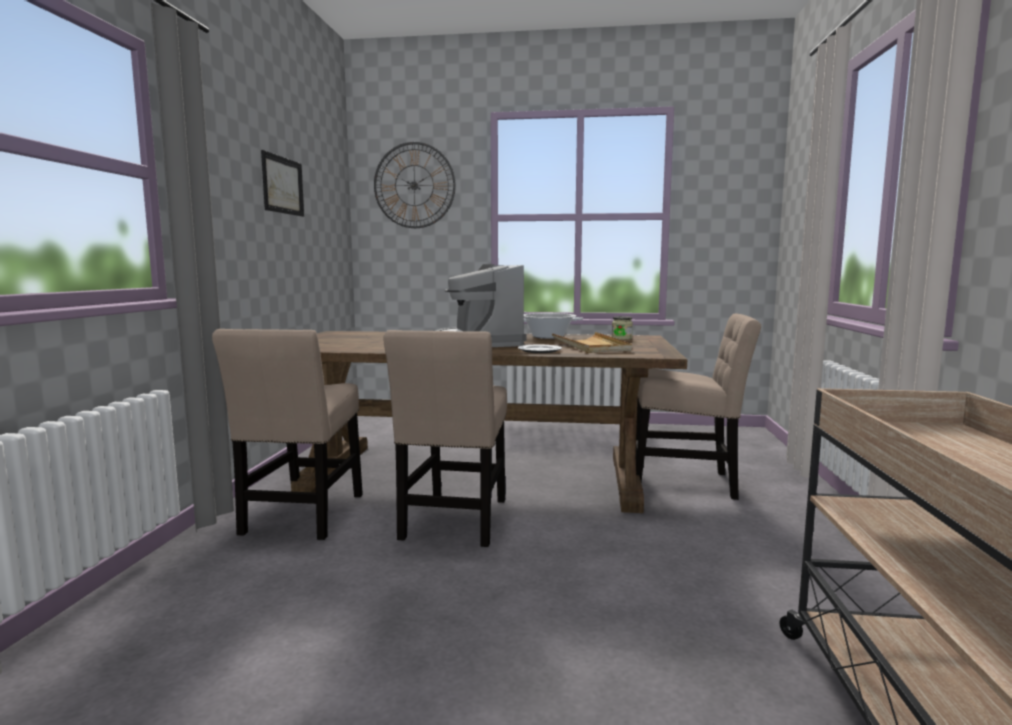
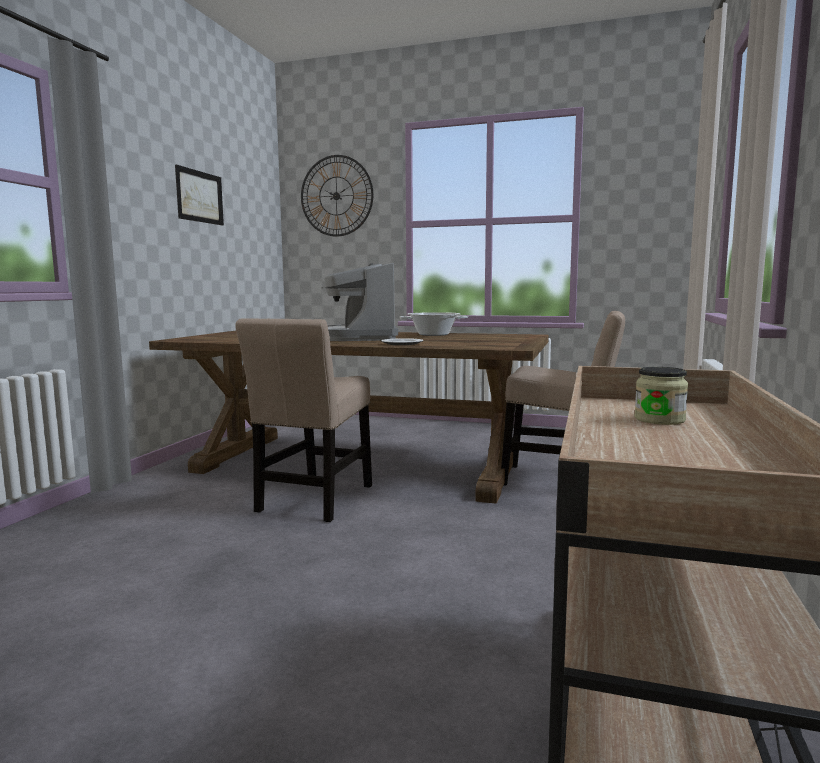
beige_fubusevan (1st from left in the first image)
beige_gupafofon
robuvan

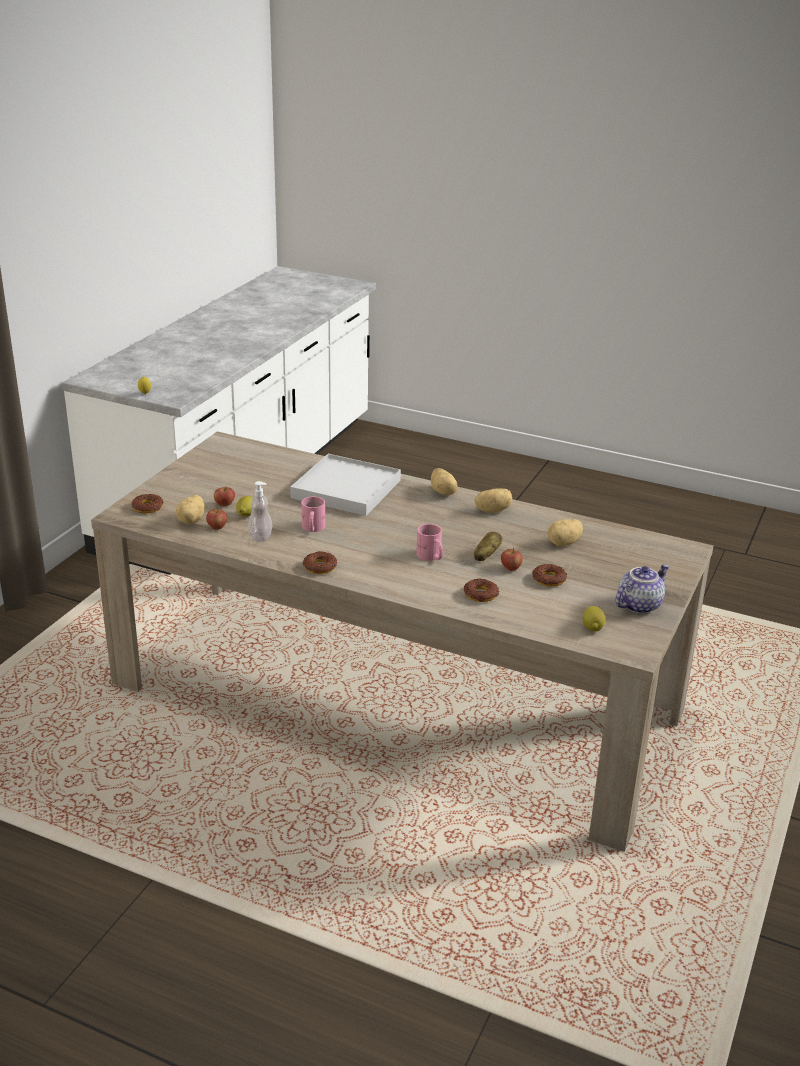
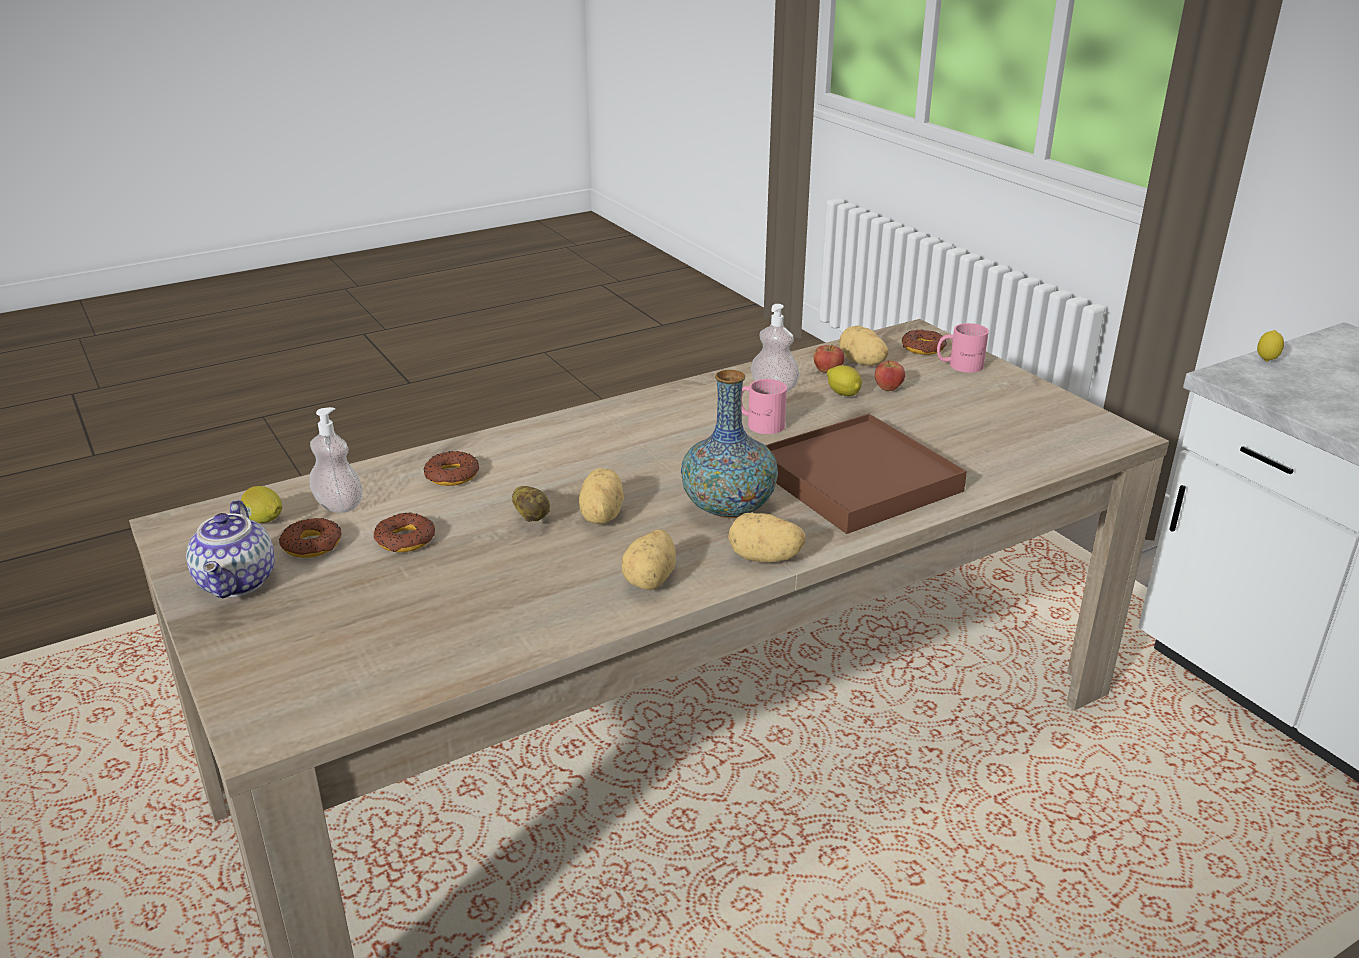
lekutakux (3rd from left in the first image)
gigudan (1st from left)
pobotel
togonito (1st from left)
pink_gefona (2nd from left)
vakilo (2nd from left)
brown_gupafofon

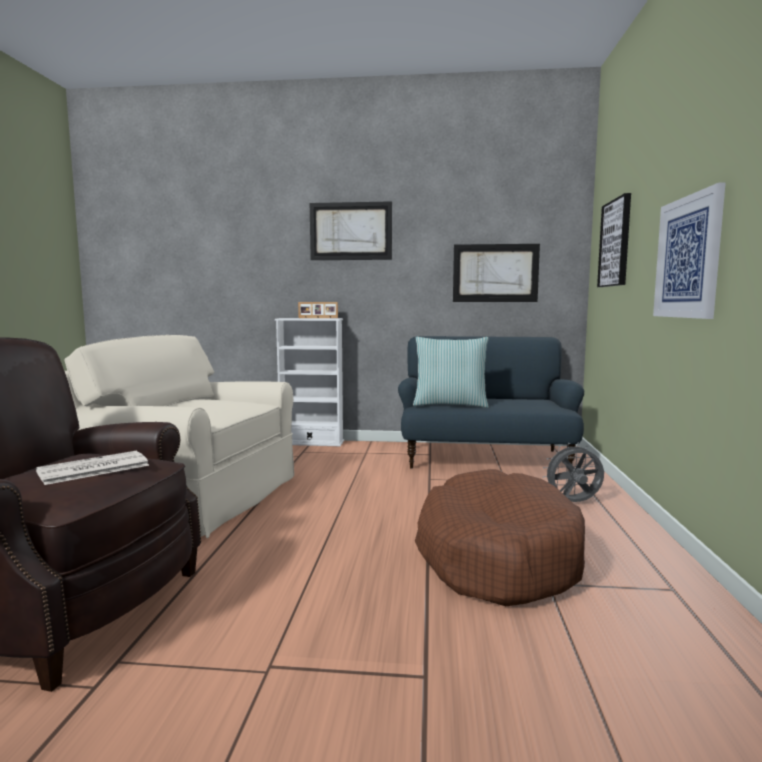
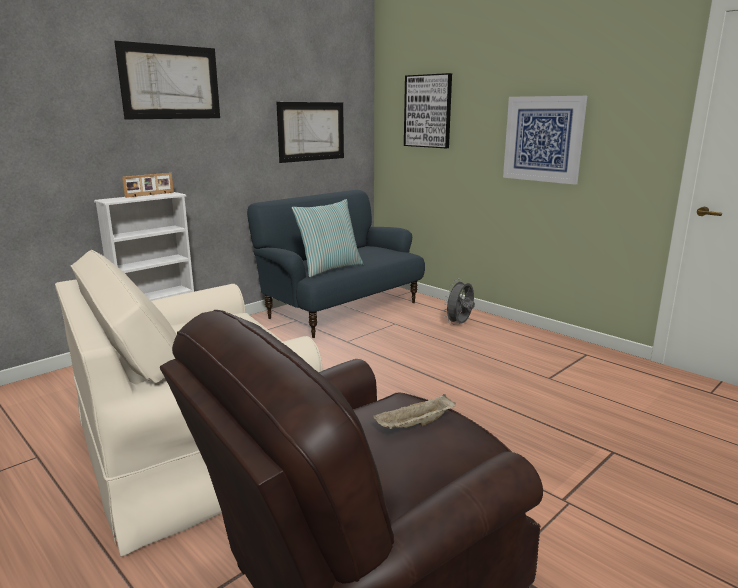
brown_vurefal
beige_gupafofon

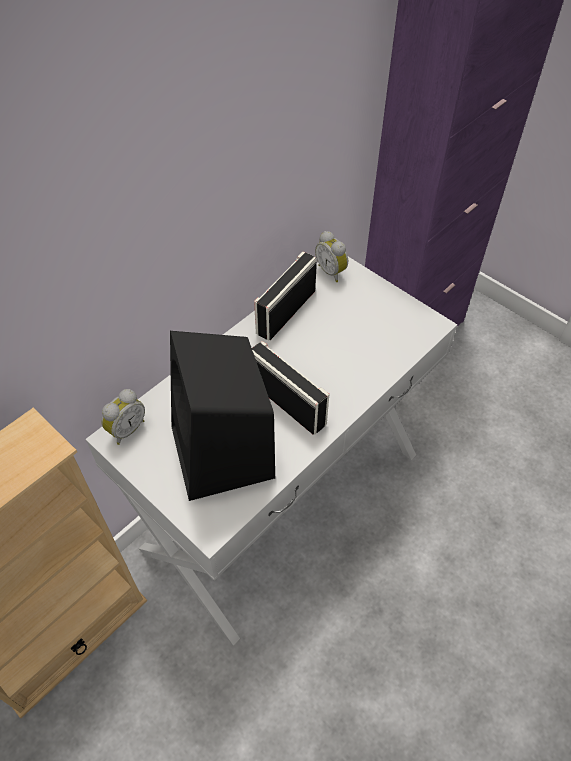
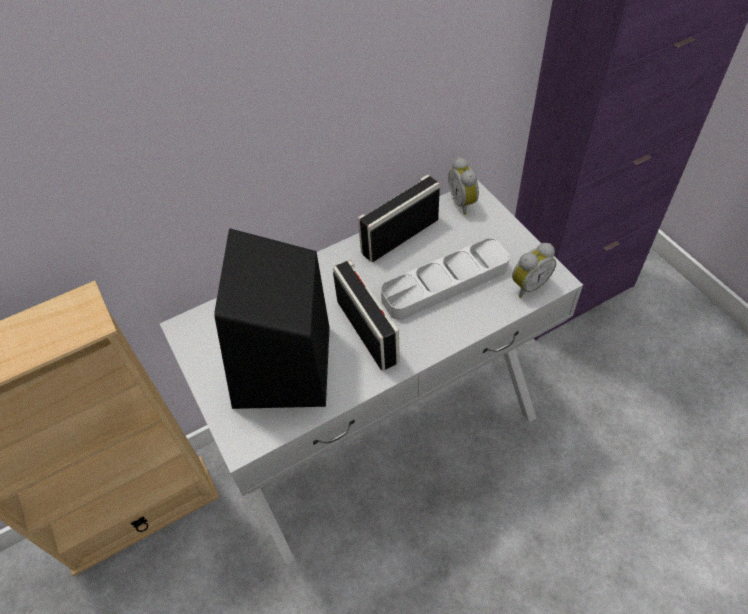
grey_gupafofon
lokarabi (2nd from left)

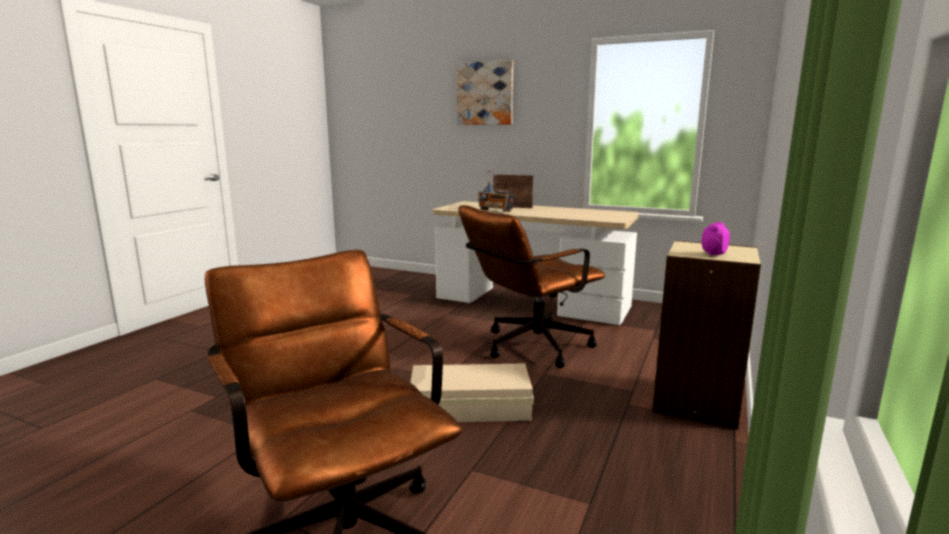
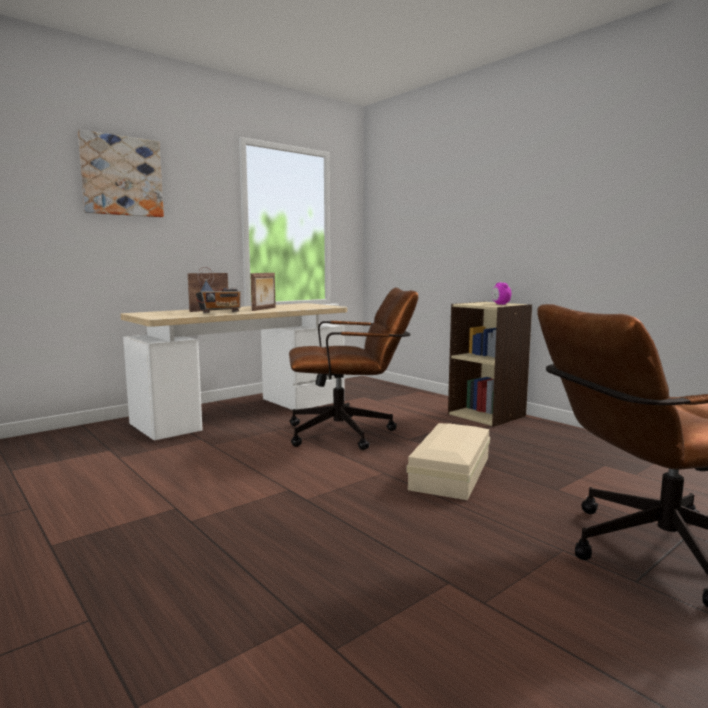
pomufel (2nd from left)
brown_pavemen (1st from left)

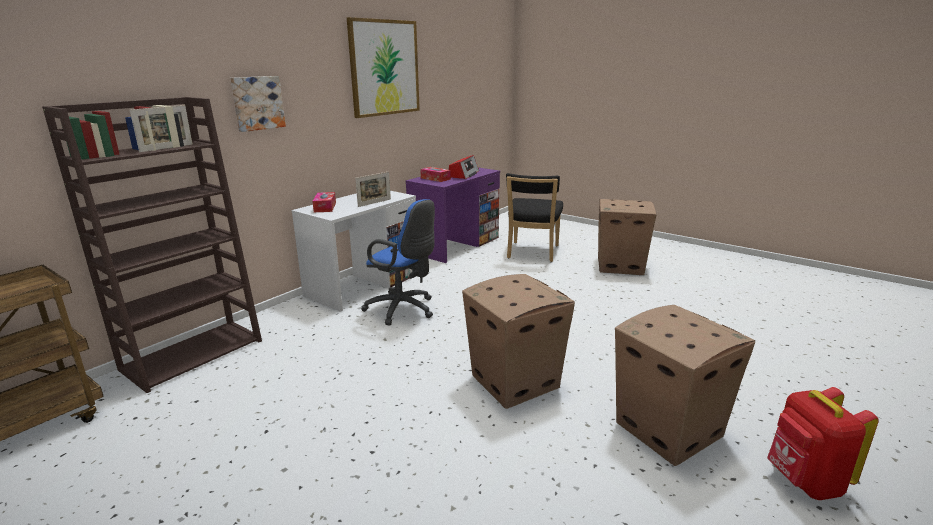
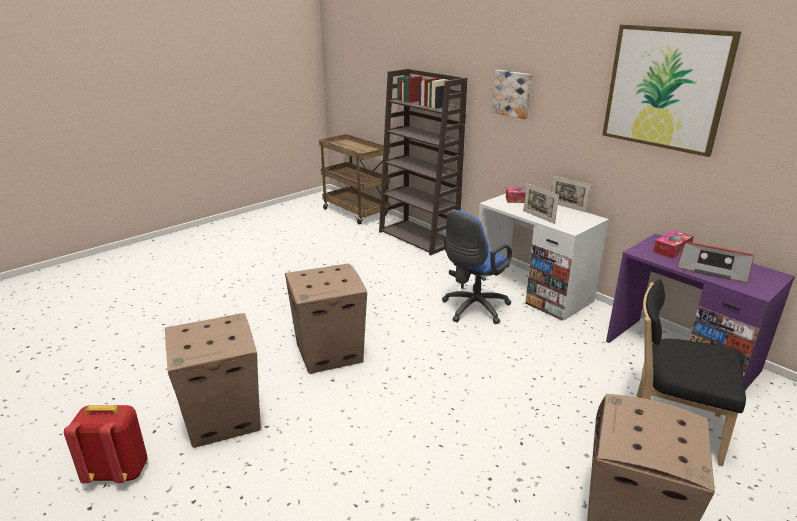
pomufel (2nd from left)

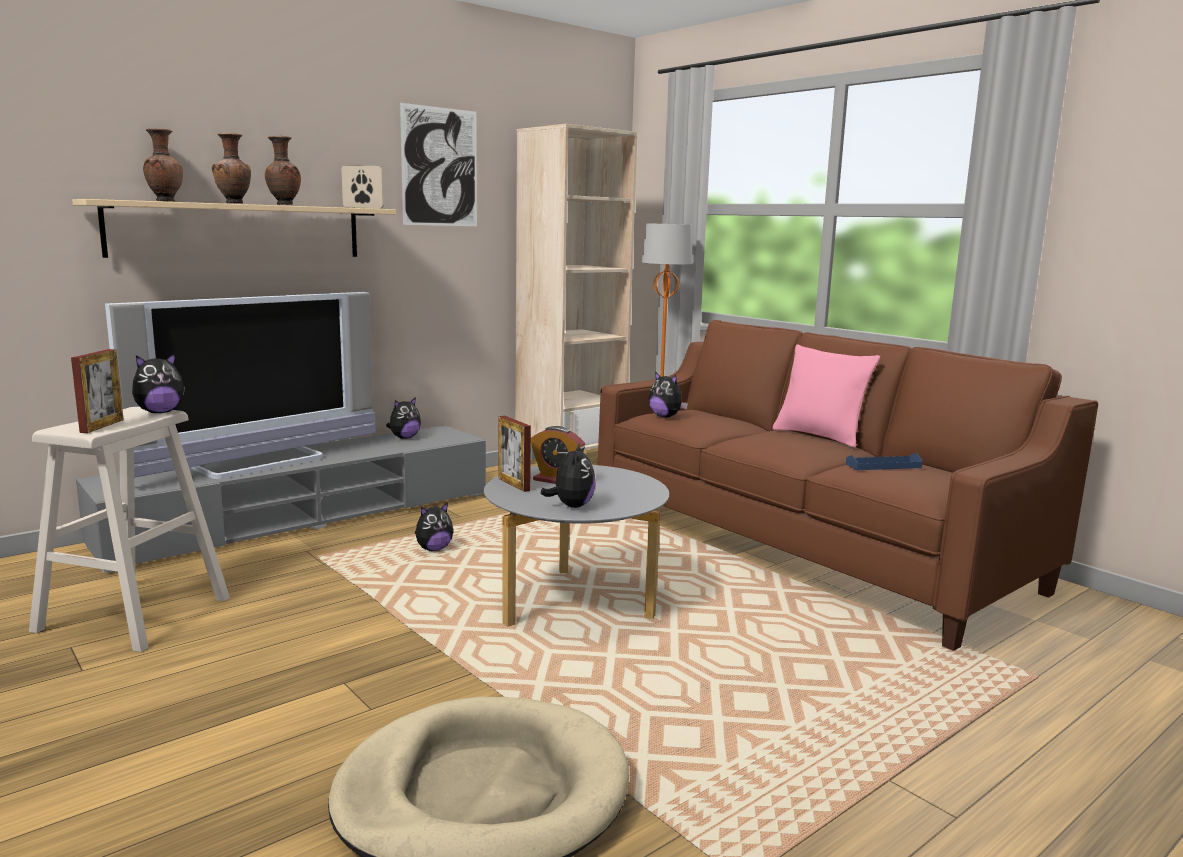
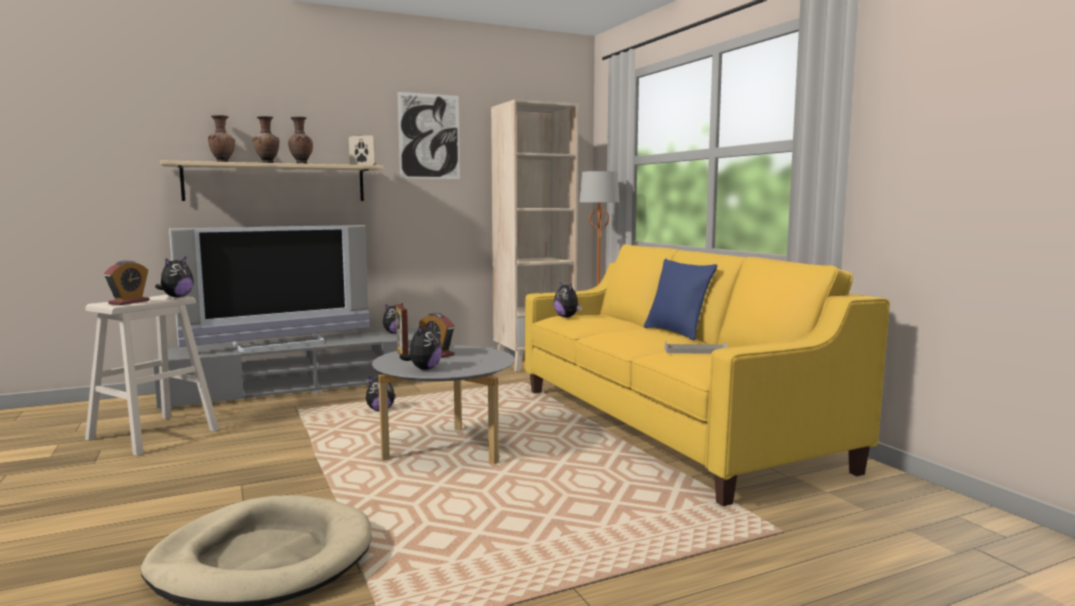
lokarabi (1st from left)
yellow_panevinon
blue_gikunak
grey_gupafofon
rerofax (1st from left)

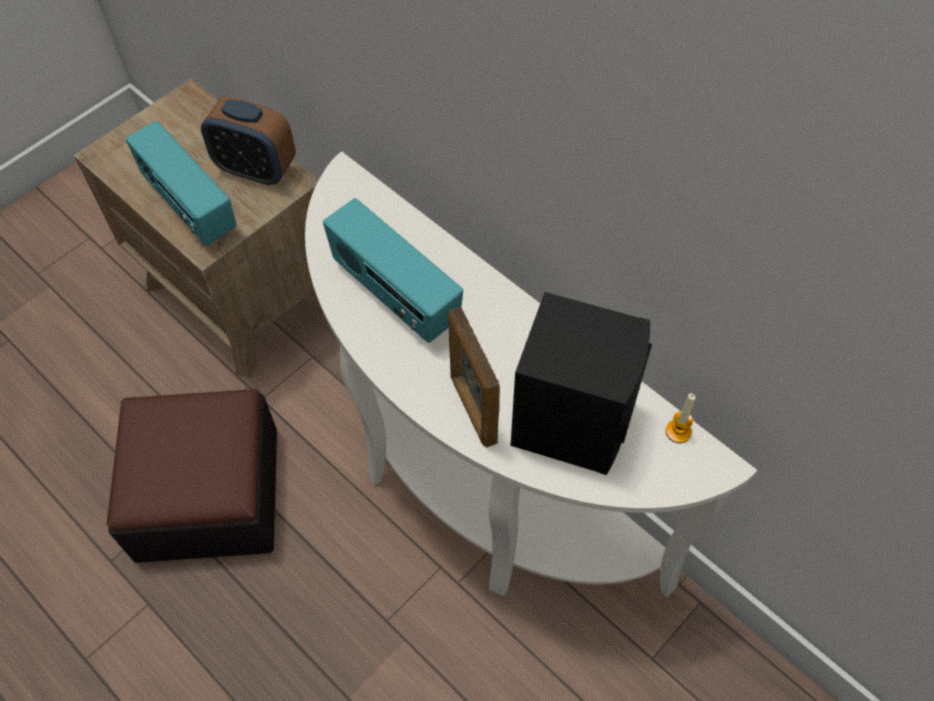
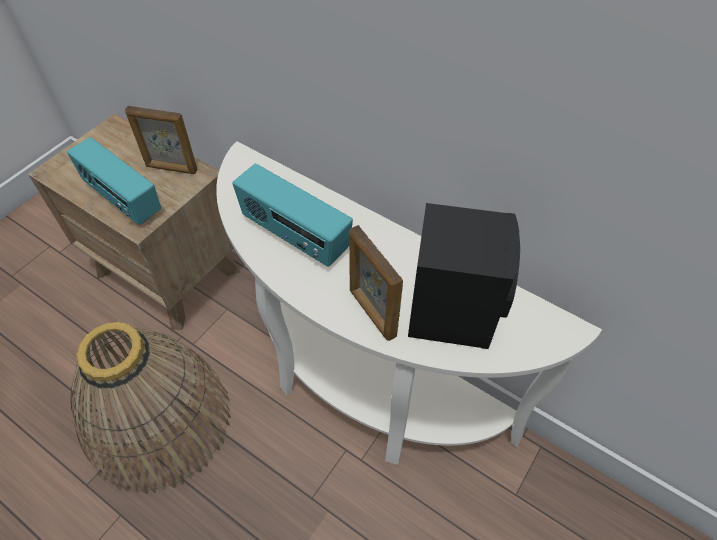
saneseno
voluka
pomufel (1st from left)

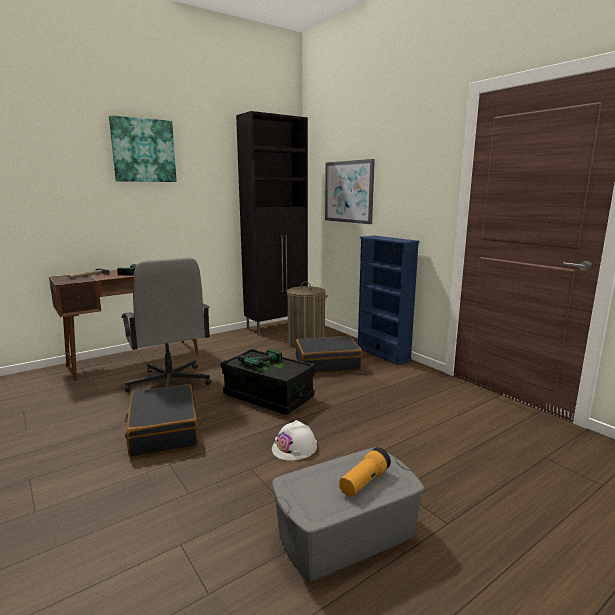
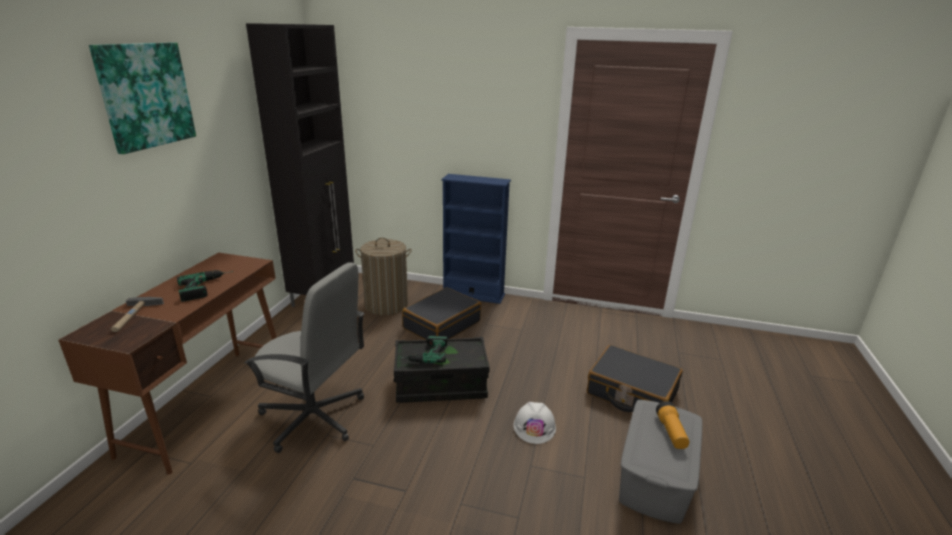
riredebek (2nd from left in the first image)
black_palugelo (2nd from left)

